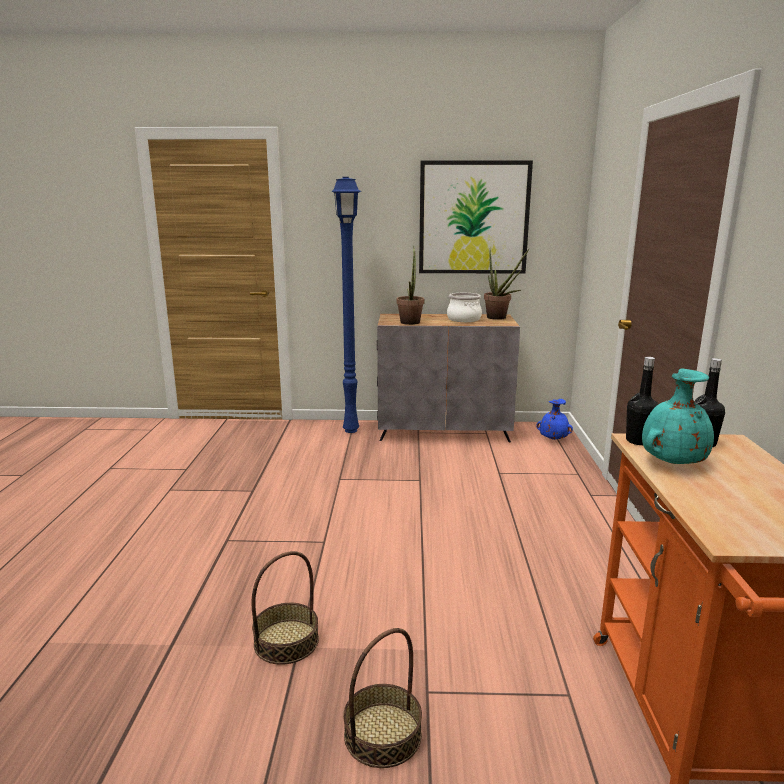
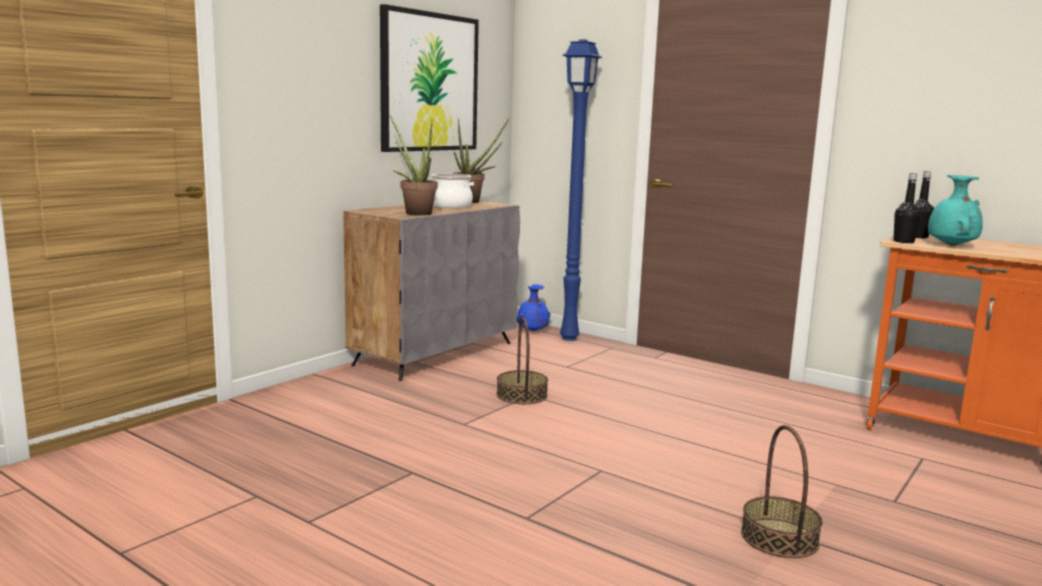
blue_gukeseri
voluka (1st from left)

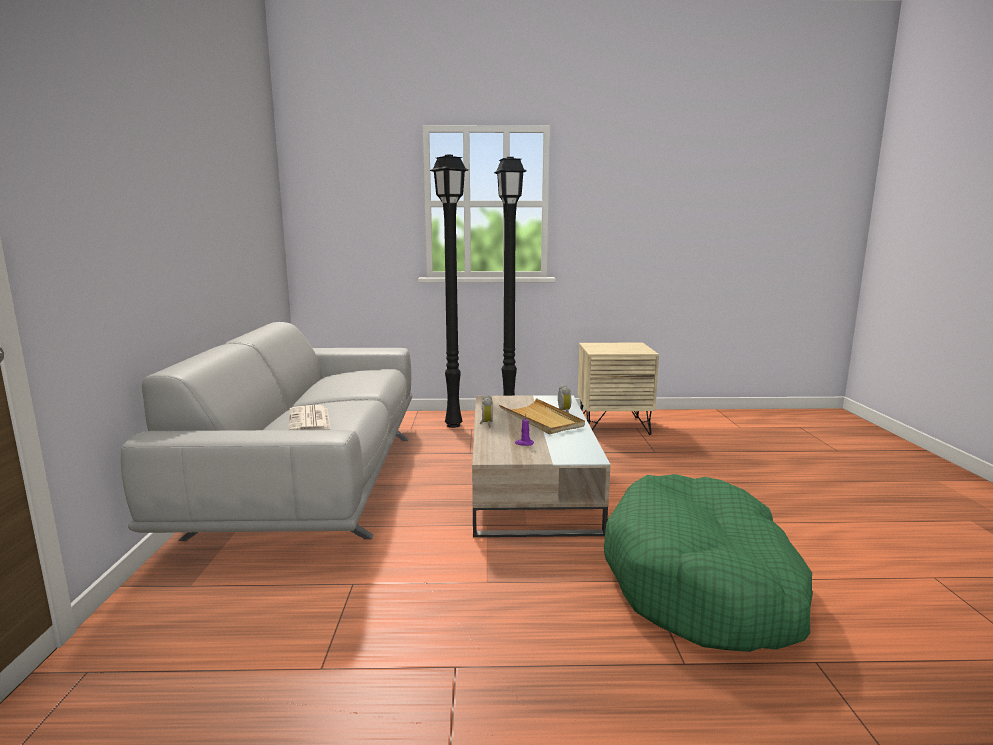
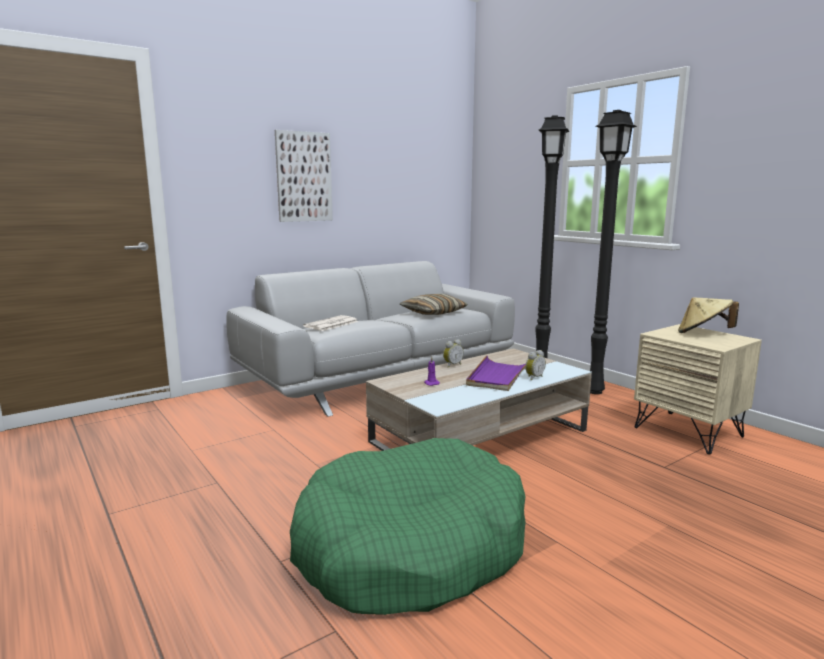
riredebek
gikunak
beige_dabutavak
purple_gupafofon

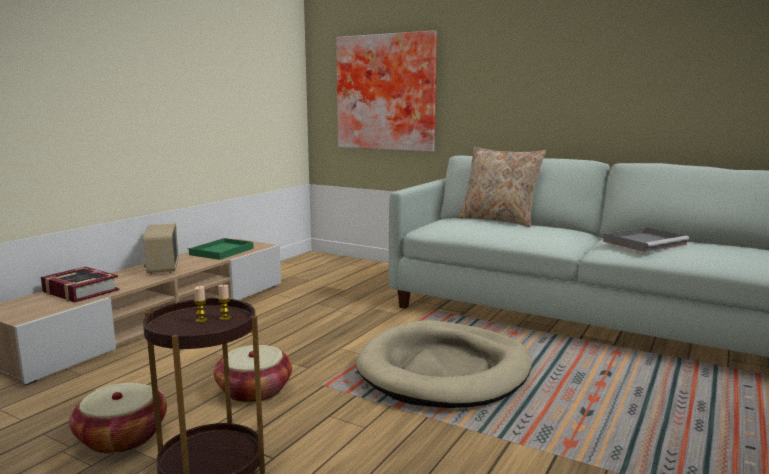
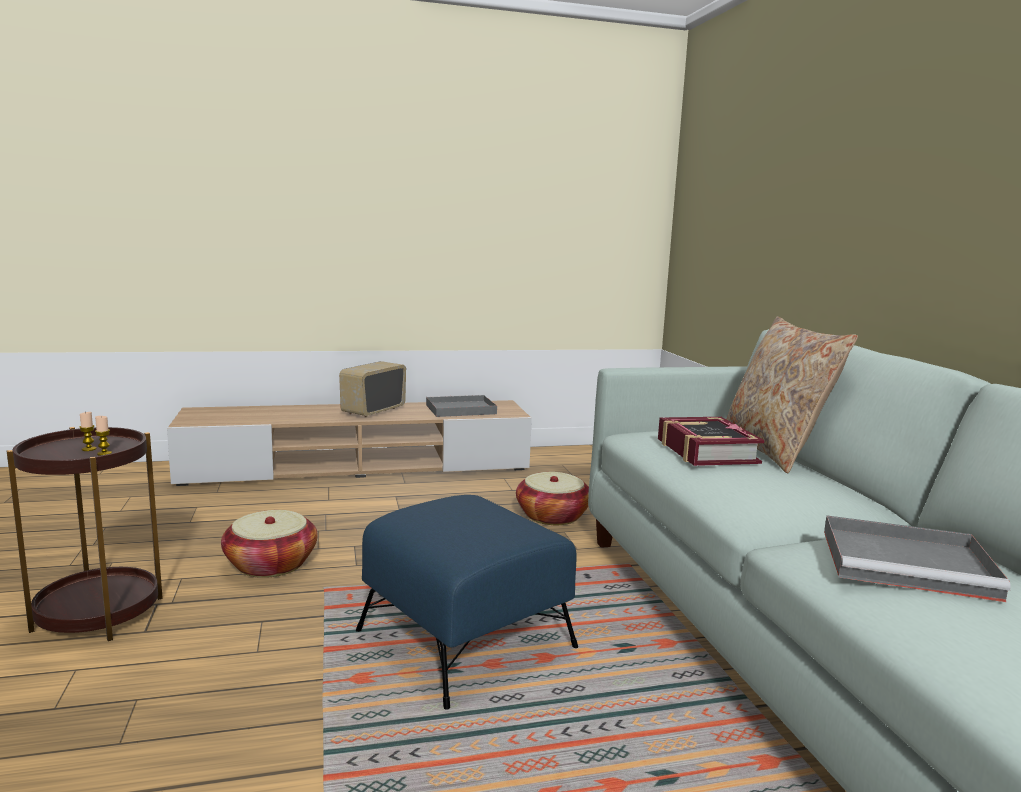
riredebek
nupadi
voluka (2nd from left)
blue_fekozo
grey_gupafofon (1st from left)

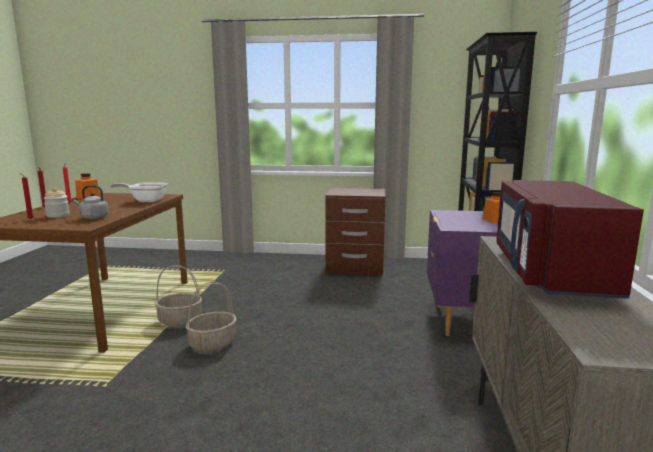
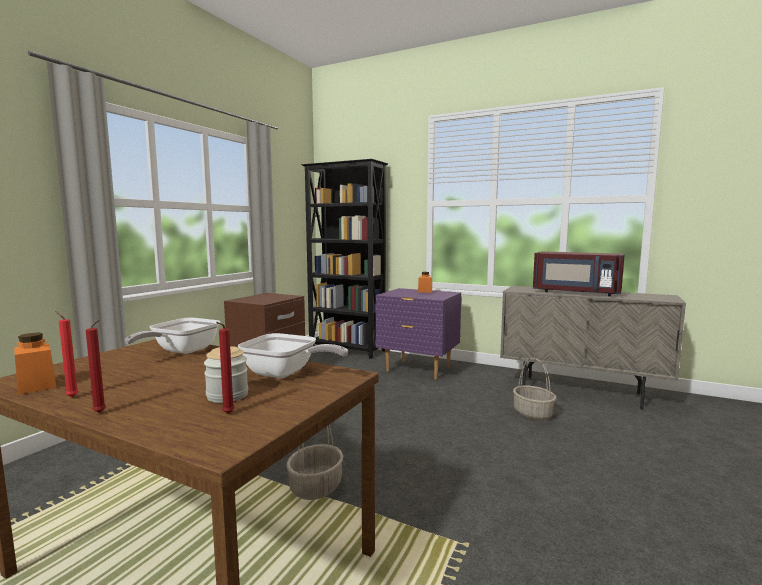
voluka (2nd from left)
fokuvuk (2nd from left)

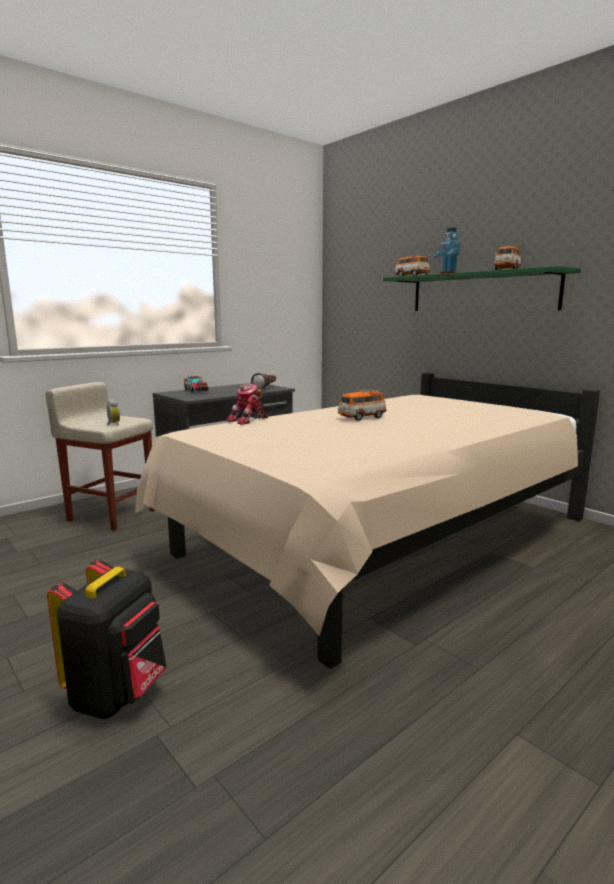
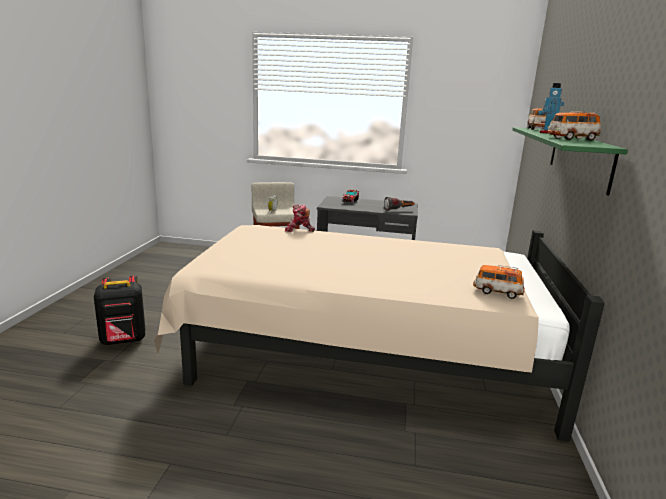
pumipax (1st from left)

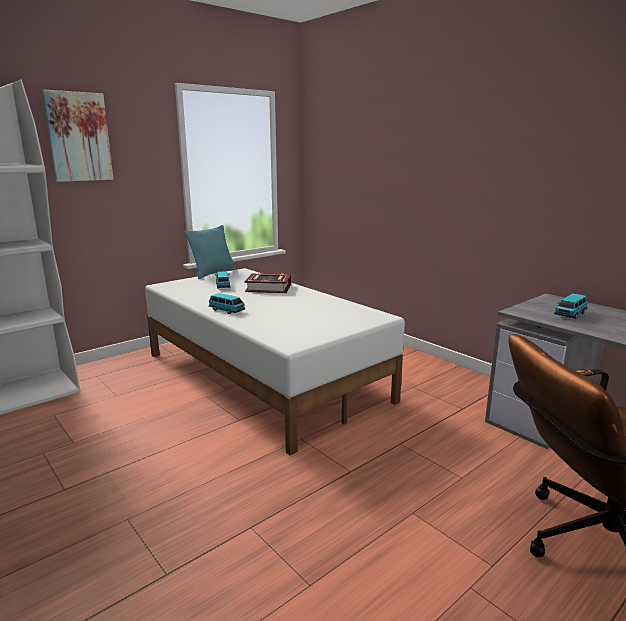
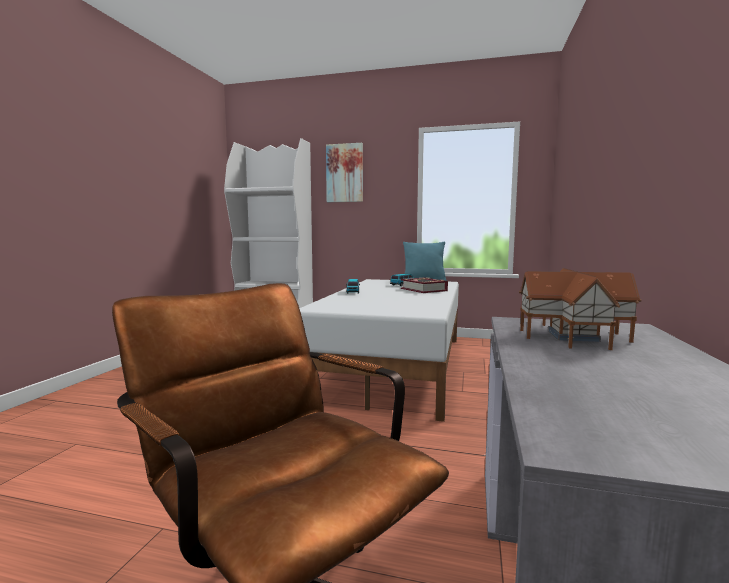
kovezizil

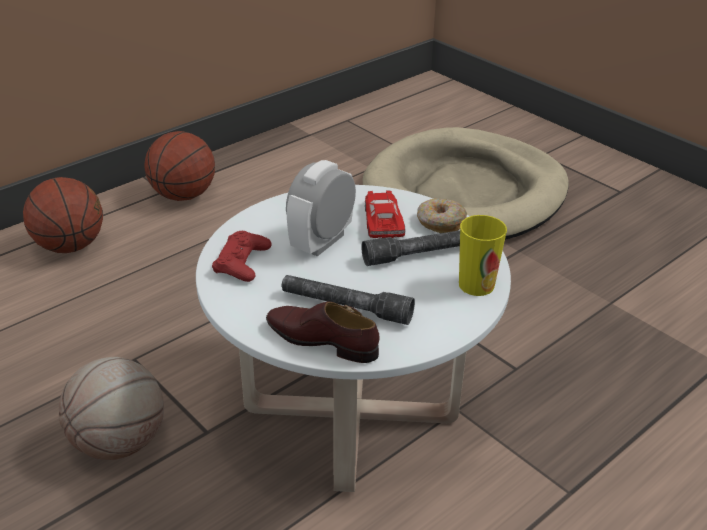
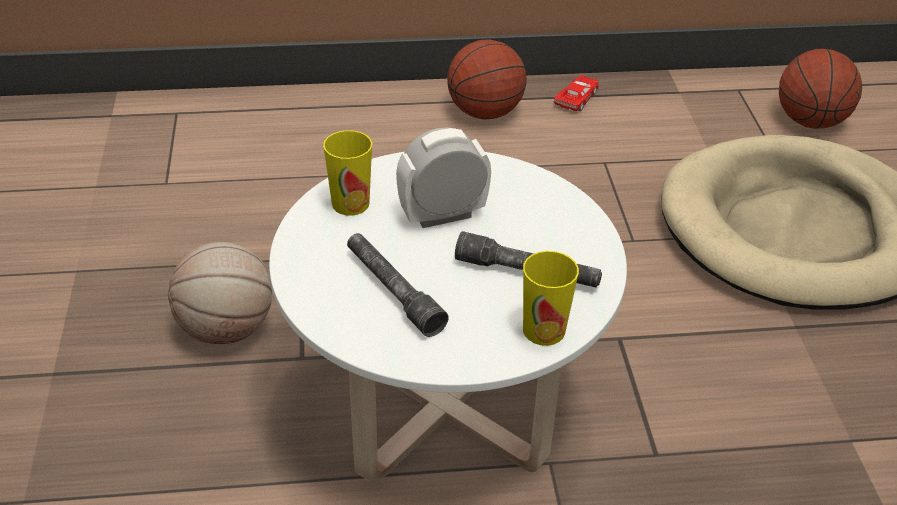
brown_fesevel
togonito
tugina (3rd from left)
red_pumipax
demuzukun (1st from left)

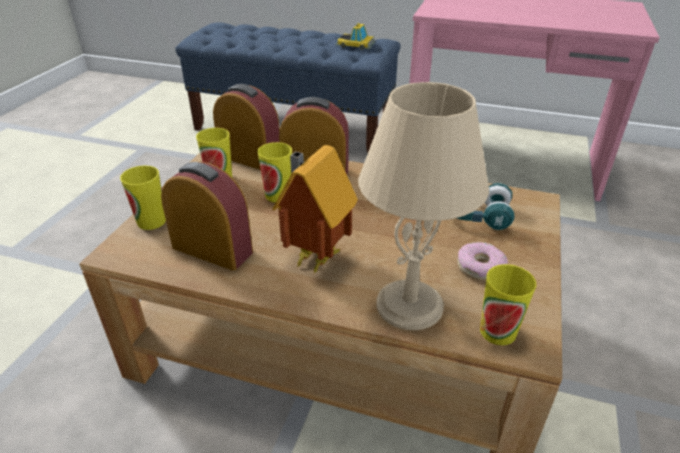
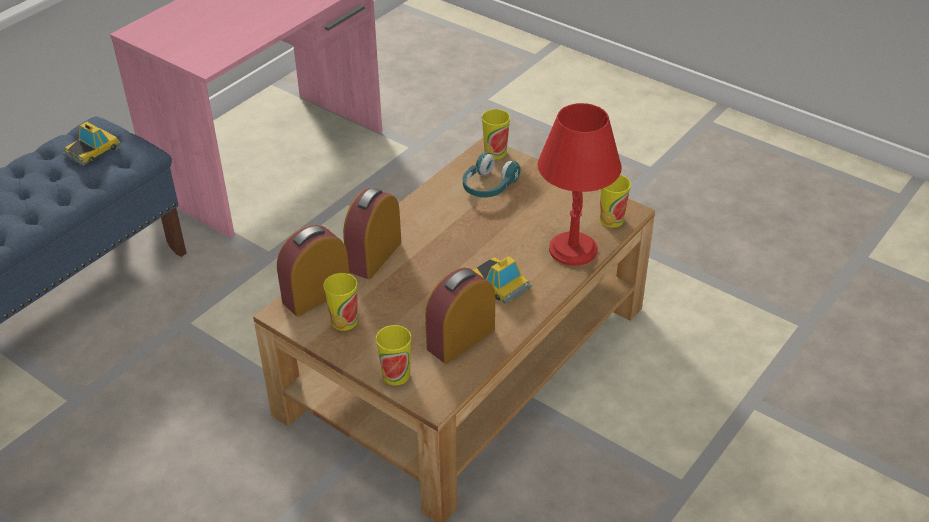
togonito
demuzukun (3rd from left)
pumipax (2nd from left)
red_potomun

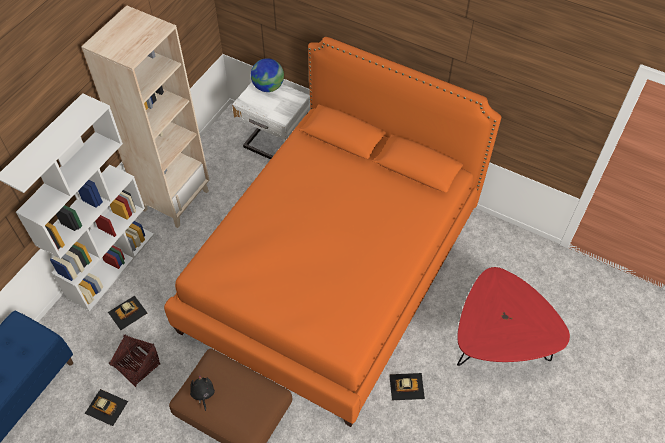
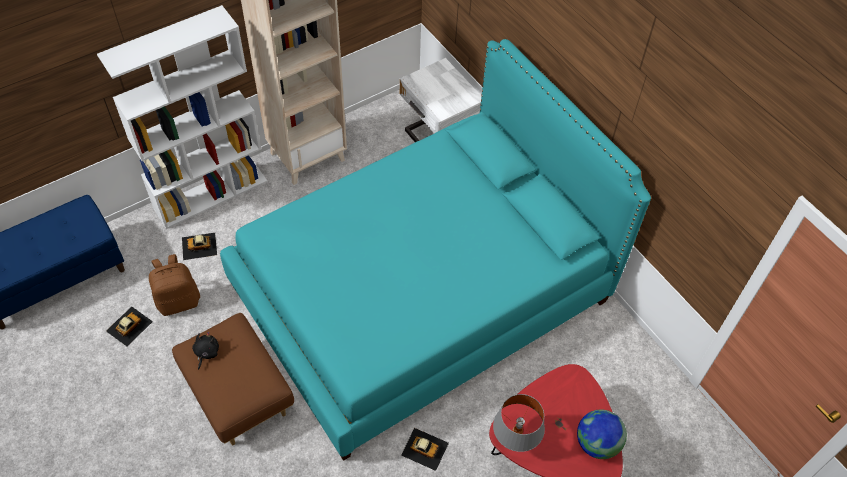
grey_potomun
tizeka
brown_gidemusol
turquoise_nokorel
pumipax (1st from left)

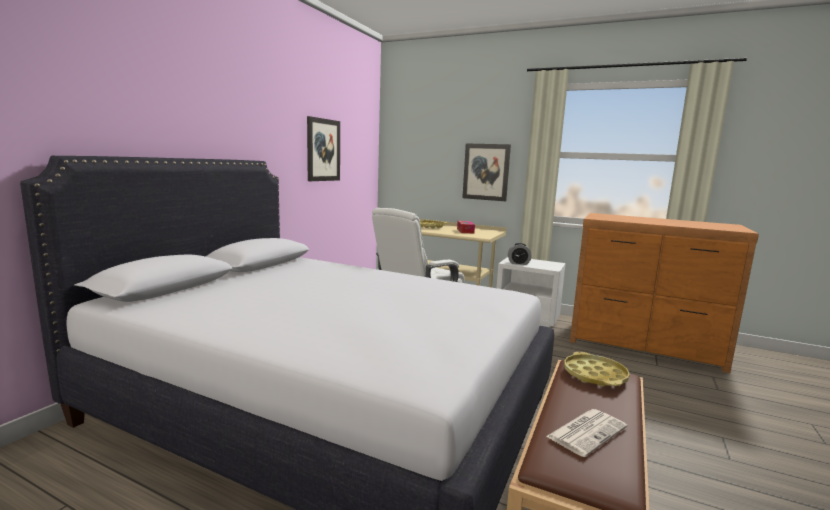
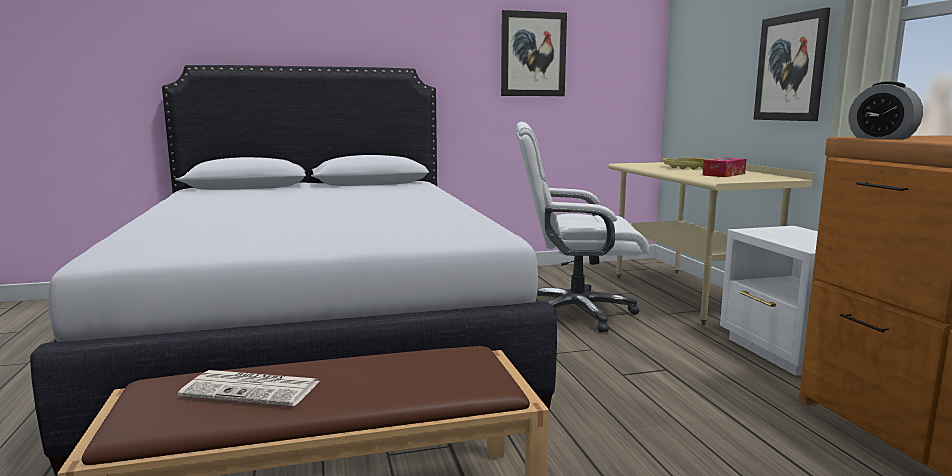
yellow_gupafofon (2nd from left in the first image)
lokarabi

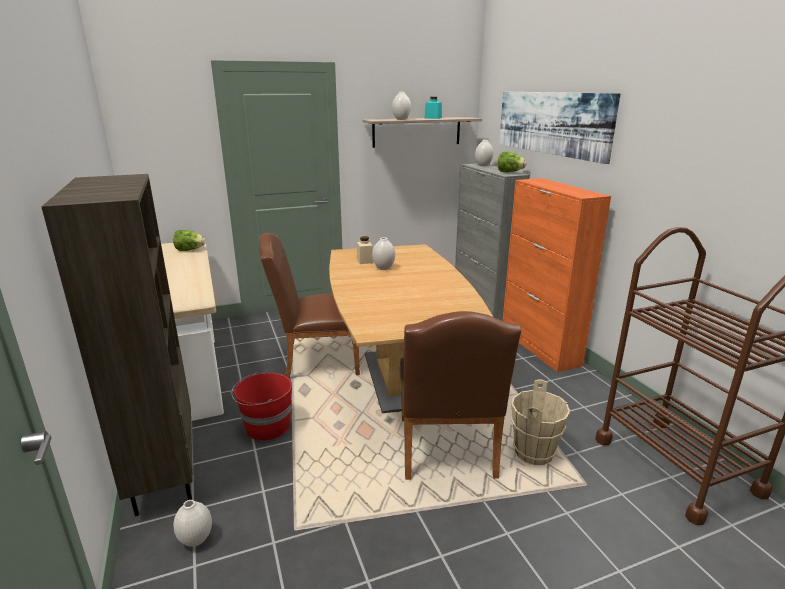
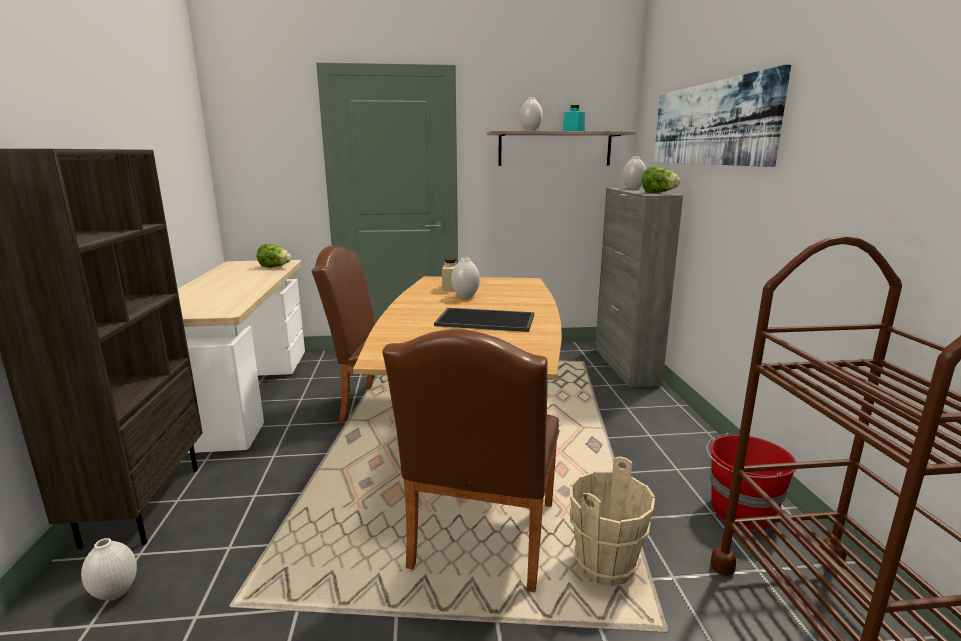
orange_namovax
gupafofon
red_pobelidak

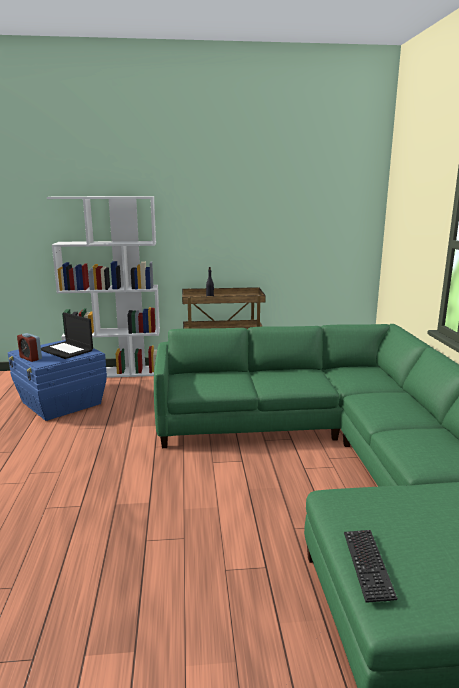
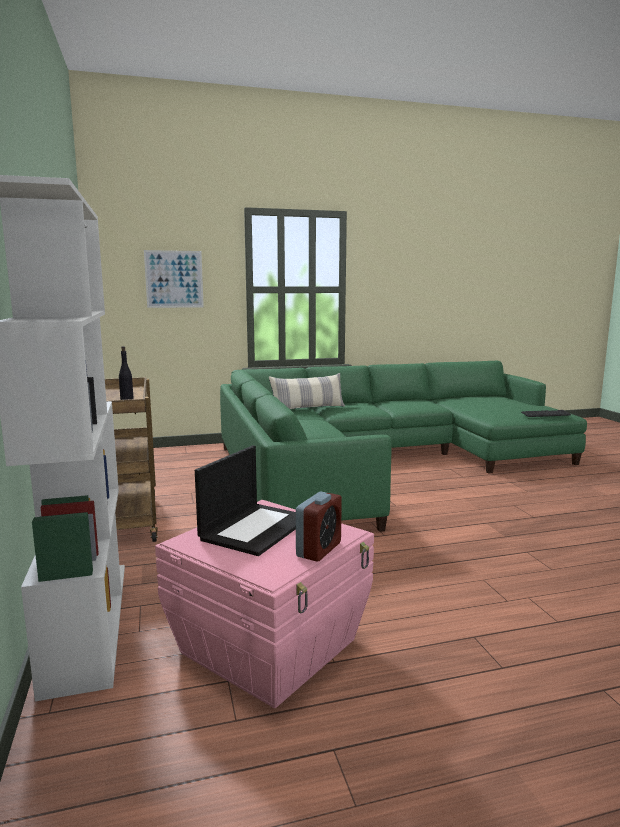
riredebek
gikunak
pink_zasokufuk

